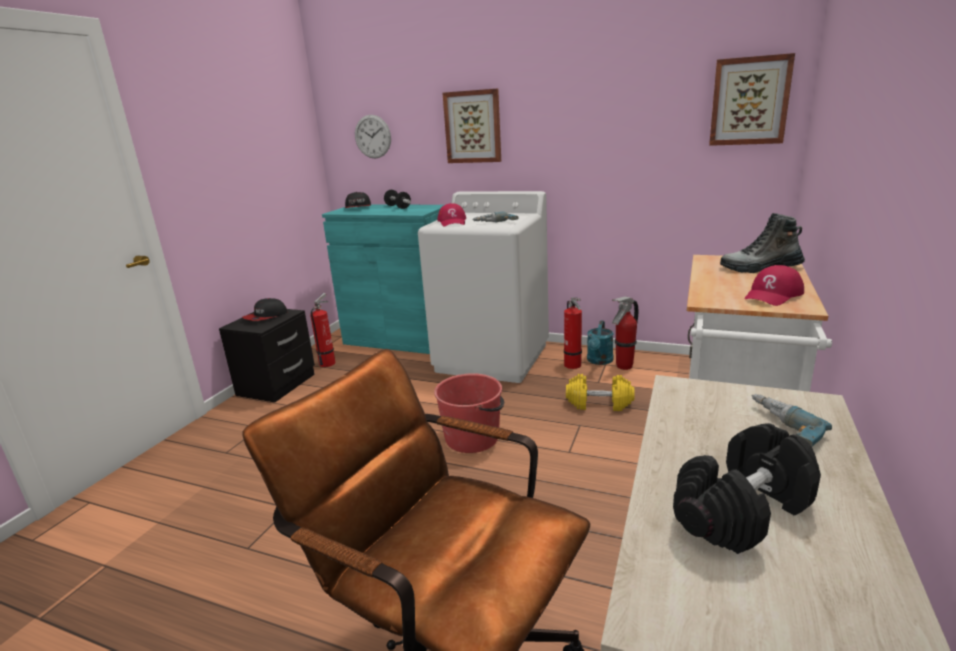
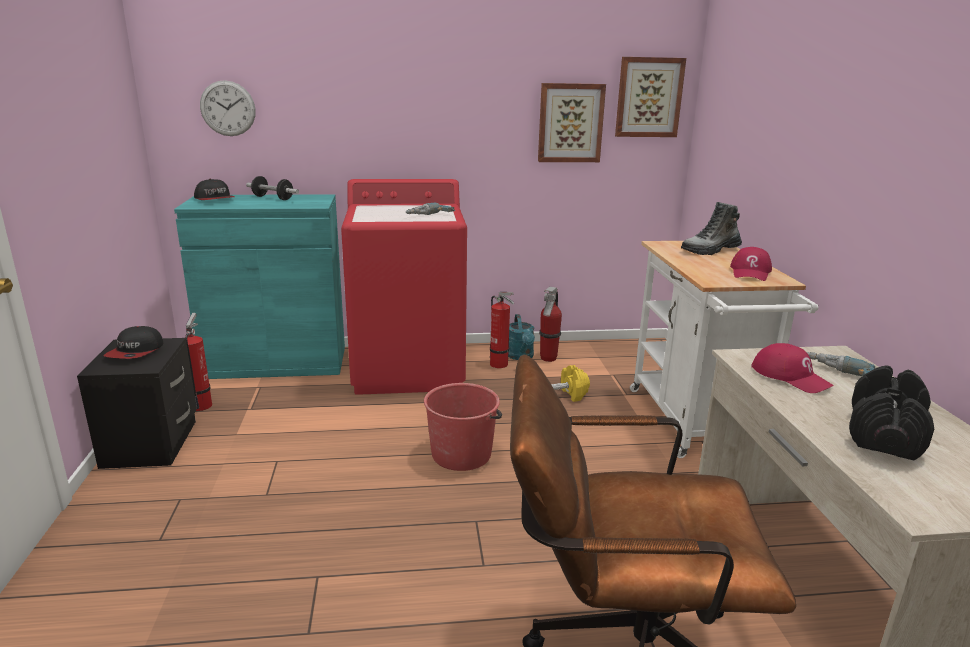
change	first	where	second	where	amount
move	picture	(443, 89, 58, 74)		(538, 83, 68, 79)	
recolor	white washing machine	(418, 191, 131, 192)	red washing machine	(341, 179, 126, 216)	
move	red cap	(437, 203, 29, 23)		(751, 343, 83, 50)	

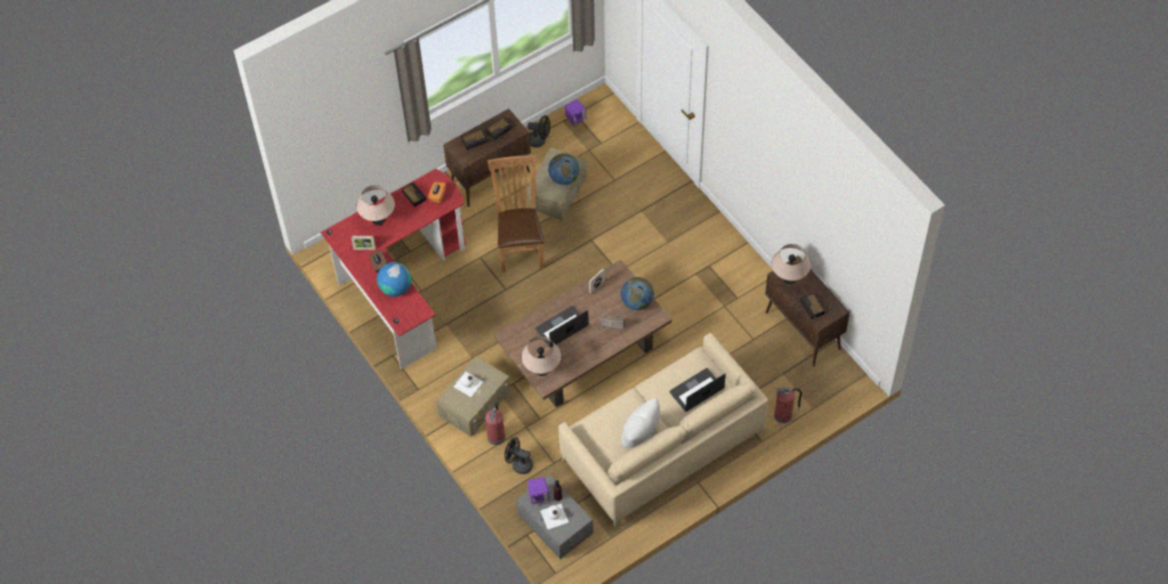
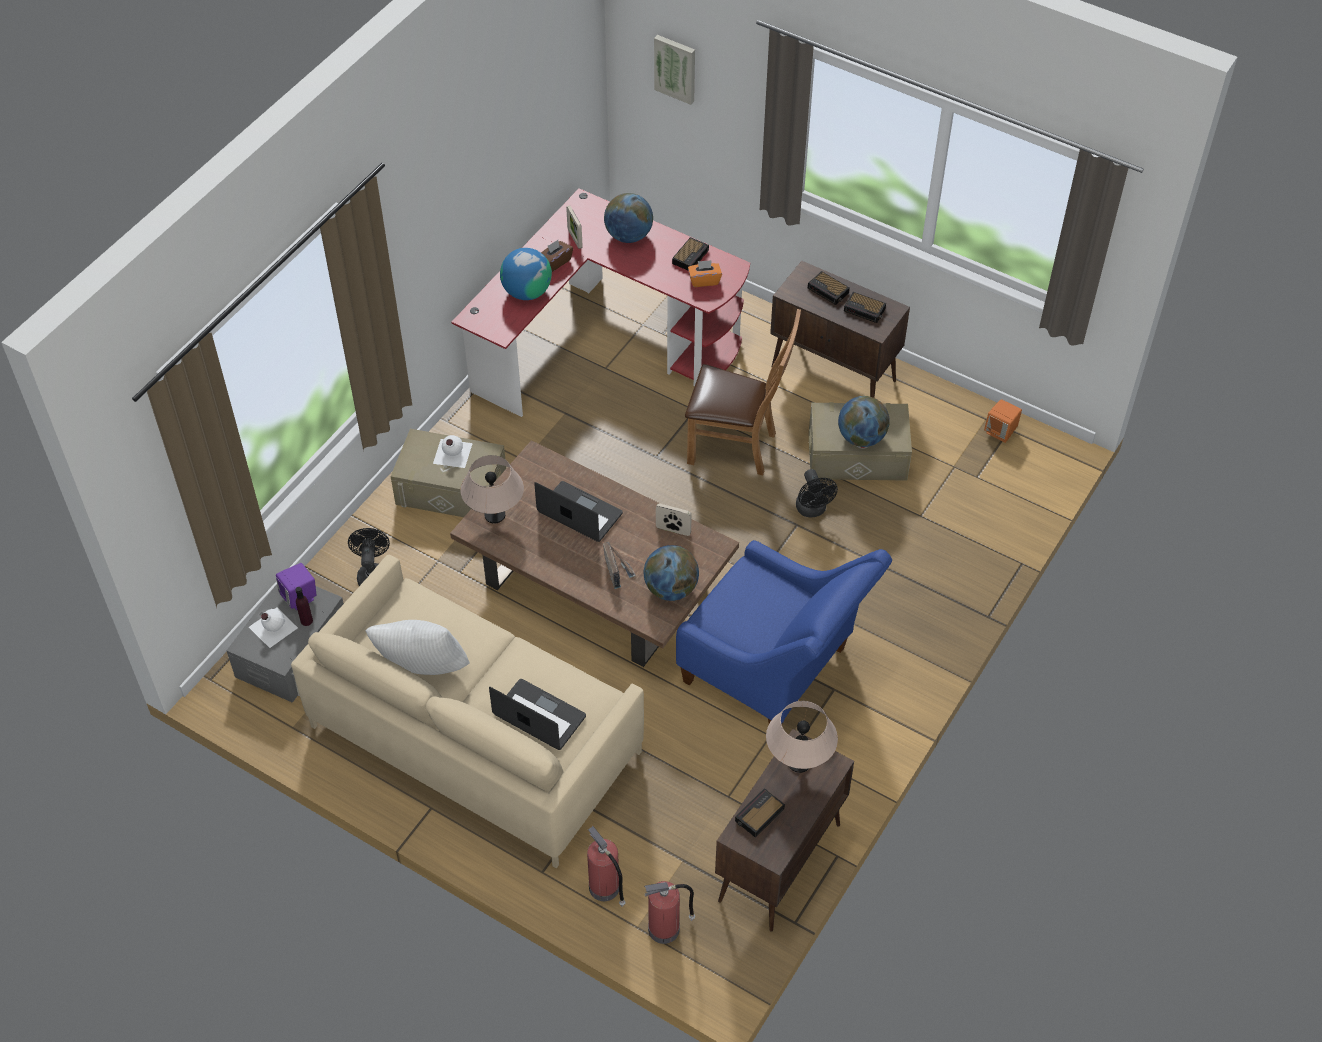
change	first	where	second	where	amount
recolor	purple speaker	(565, 99, 21, 27)	orange speaker	(984, 399, 38, 44)	
move	black fan	(527, 115, 23, 33)		(796, 469, 42, 48)	
rotate	brown chair	(488, 155, 57, 117)		(685, 309, 116, 166)	45 degrees clockwise
replace	beige table lamp	(356, 185, 39, 41)	globe	(604, 193, 49, 50)	
move	fire extinguisher	(485, 403, 20, 42)		(644, 881, 51, 63)	
insert			picture	(654, 35, 41, 70)	
insert			blue armchair	(676, 540, 216, 184)	

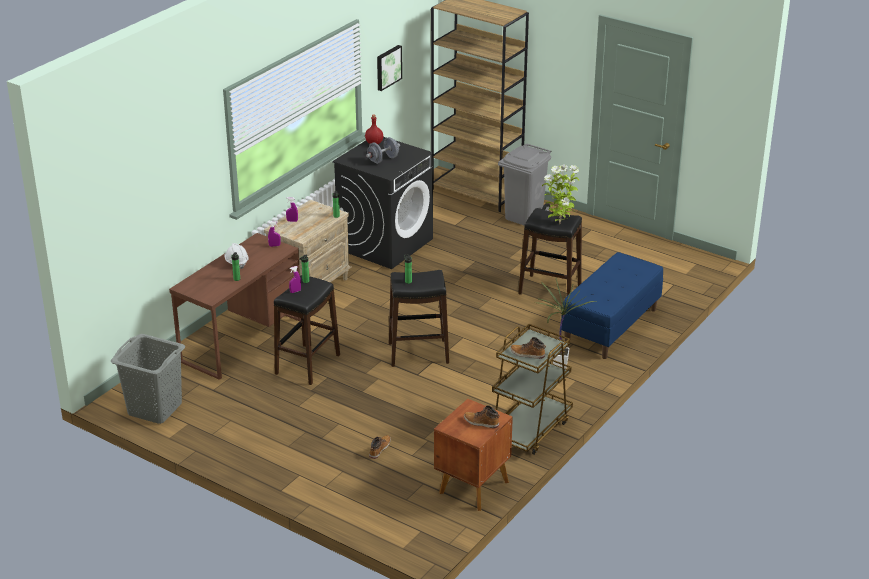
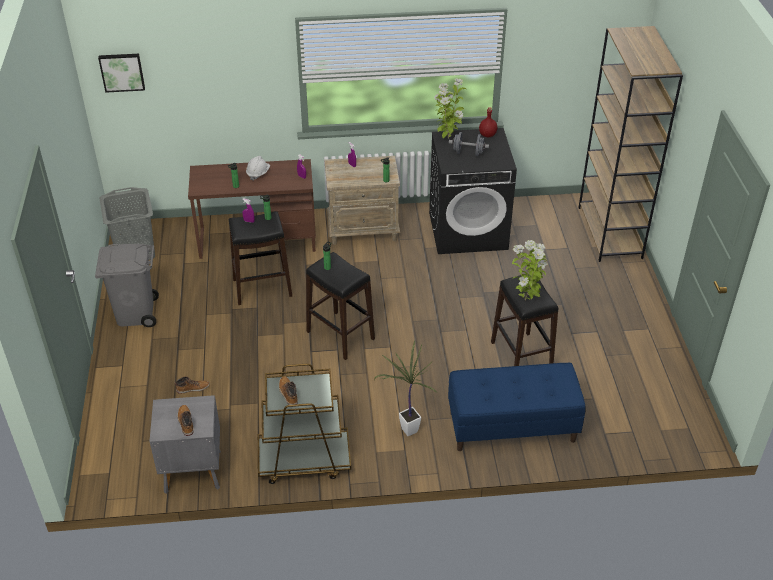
change	first	where	second	where	amount
move	picture	(377, 45, 25, 46)		(98, 54, 47, 39)	
move	grey trash can	(498, 144, 53, 81)		(95, 244, 64, 83)	
recolor	brown nightstand	(434, 399, 79, 112)	grey nightstand	(149, 395, 72, 99)	
insert			potted plant	(434, 78, 32, 61)	

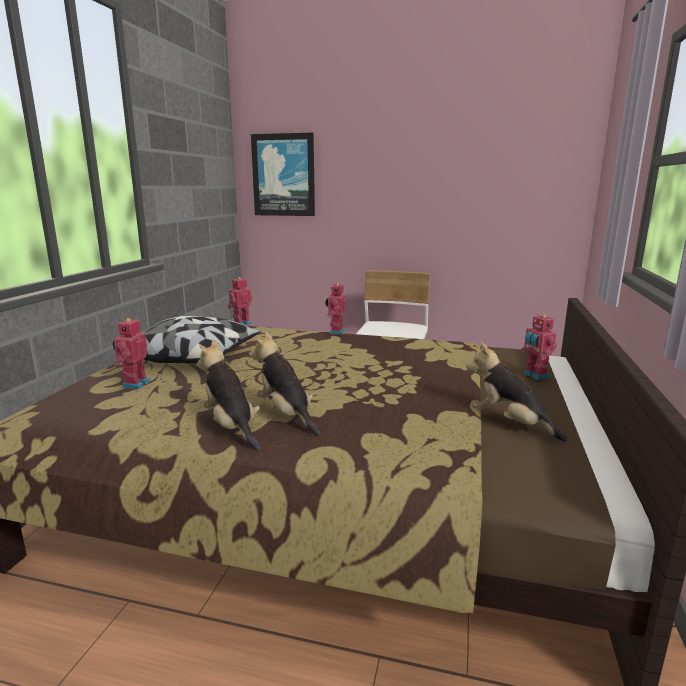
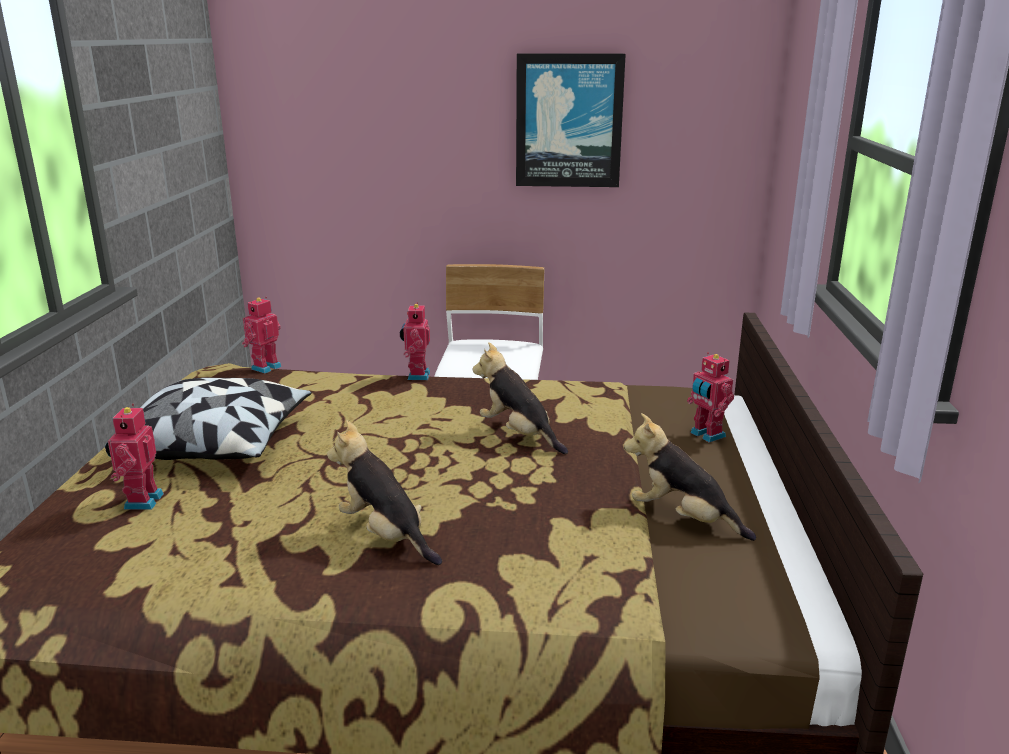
change	first	where	second	where	amount
move	picture	(251, 133, 64, 83)		(516, 53, 110, 134)	
move	plush toy	(197, 339, 64, 111)		(472, 342, 96, 112)	

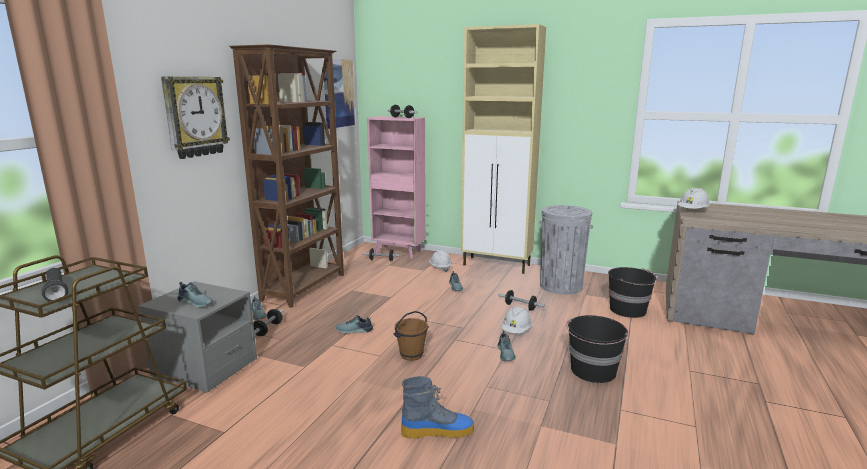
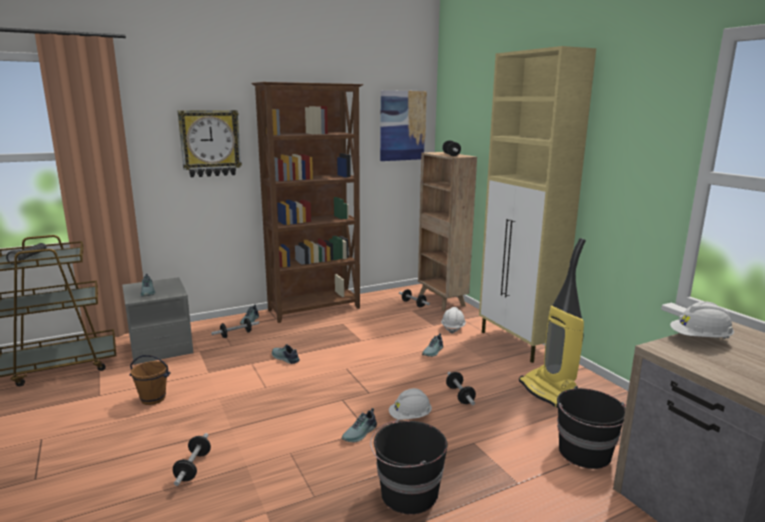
change	first	where	second	where	amount
recolor	pink bookcase	(367, 116, 59, 143)	brown bookcase	(418, 152, 59, 159)	
replace	grey trash can	(539, 205, 54, 90)	vacuum cleaner	(519, 238, 67, 170)	
move	brown bucket	(393, 311, 36, 50)		(129, 355, 41, 50)	
replace	boot	(401, 376, 73, 63)	dumbbell	(173, 433, 38, 53)	

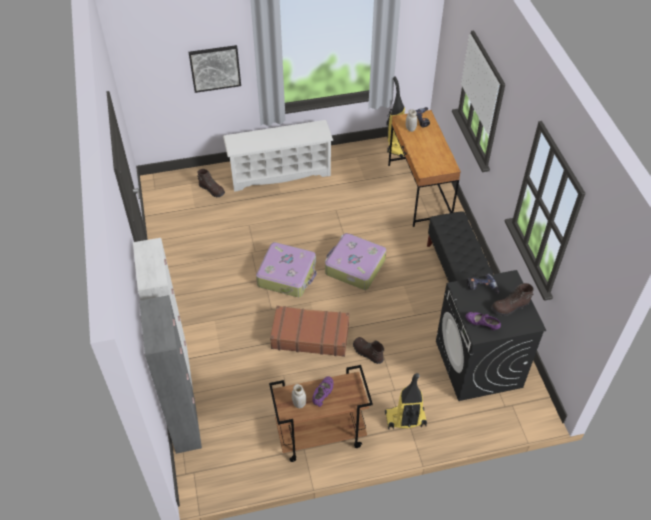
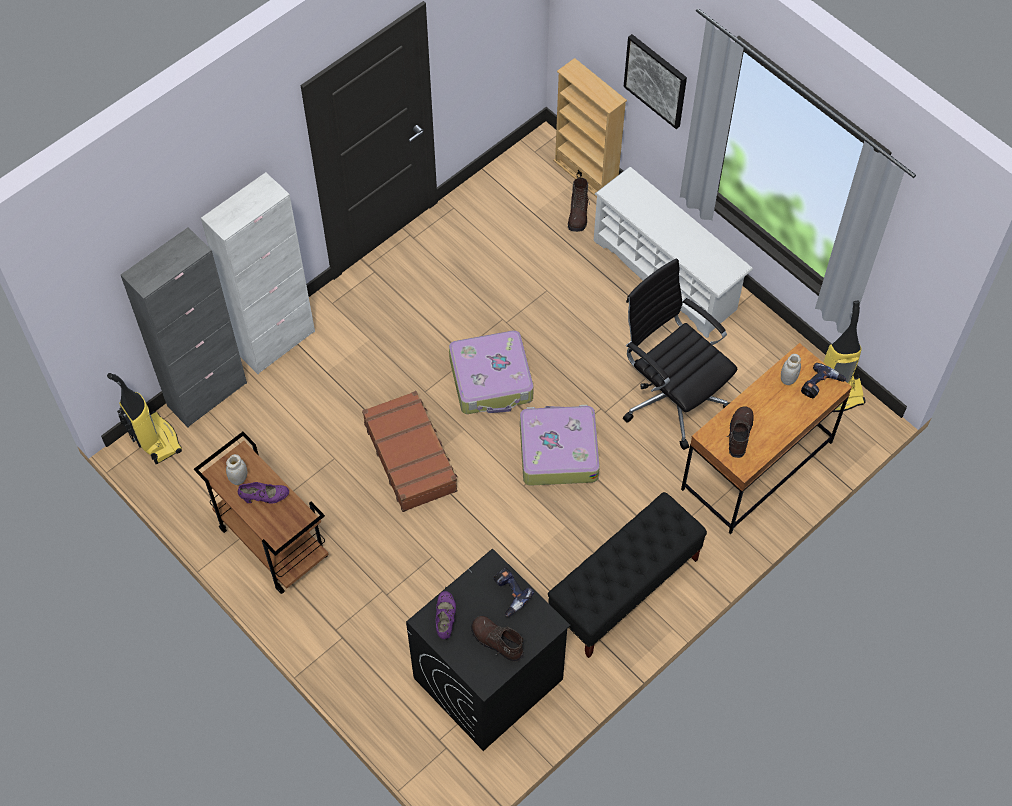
change	first	where	second	where	amount
move	brown boot	(353, 337, 31, 27)		(726, 407, 28, 51)	
move	vacuum cleaner	(385, 373, 42, 56)		(107, 373, 75, 91)	
insert			beige bookcase	(553, 58, 74, 139)	
insert			black office chair	(623, 258, 115, 192)	

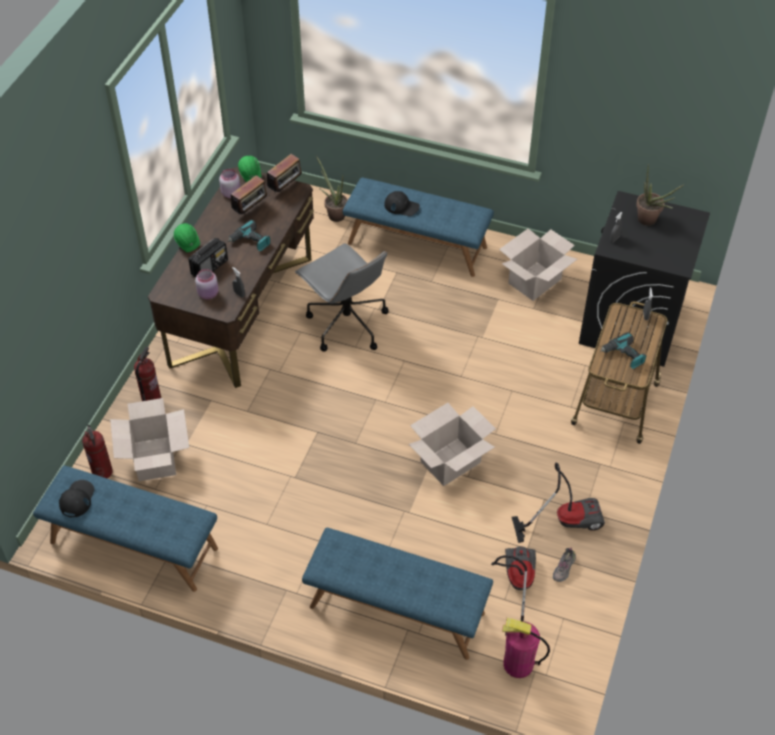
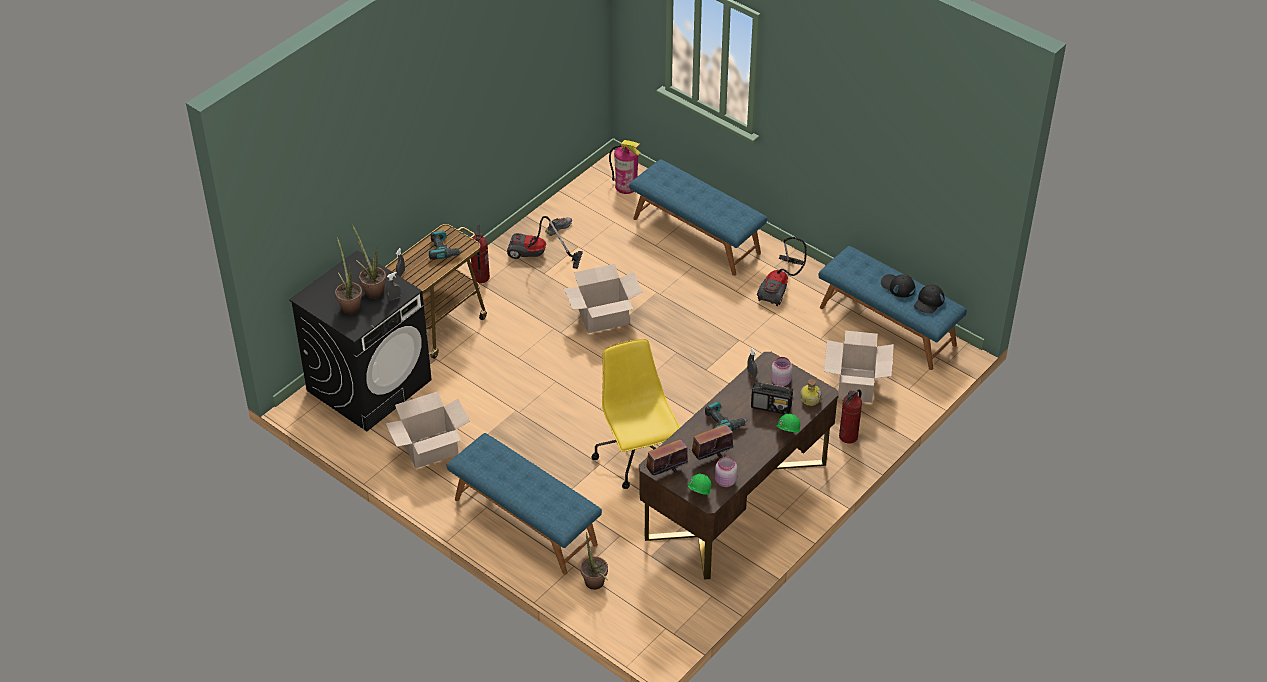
change	first	where	second	where	amount
move	black cap	(384, 191, 36, 25)		(881, 274, 34, 24)	
rotate	radio	(188, 238, 40, 39)		(751, 382, 42, 32)	135 degrees counterclockwise
recolor	grey office chair	(295, 243, 94, 109)	yellow office chair	(591, 339, 89, 150)	
move	fire extinguisher	(82, 425, 31, 53)		(471, 224, 19, 59)	
move	vacuum cleaner	(491, 546, 45, 89)		(757, 237, 50, 69)	
insert			potted plant	(351, 224, 35, 75)	
insert			bottle	(800, 380, 21, 26)	

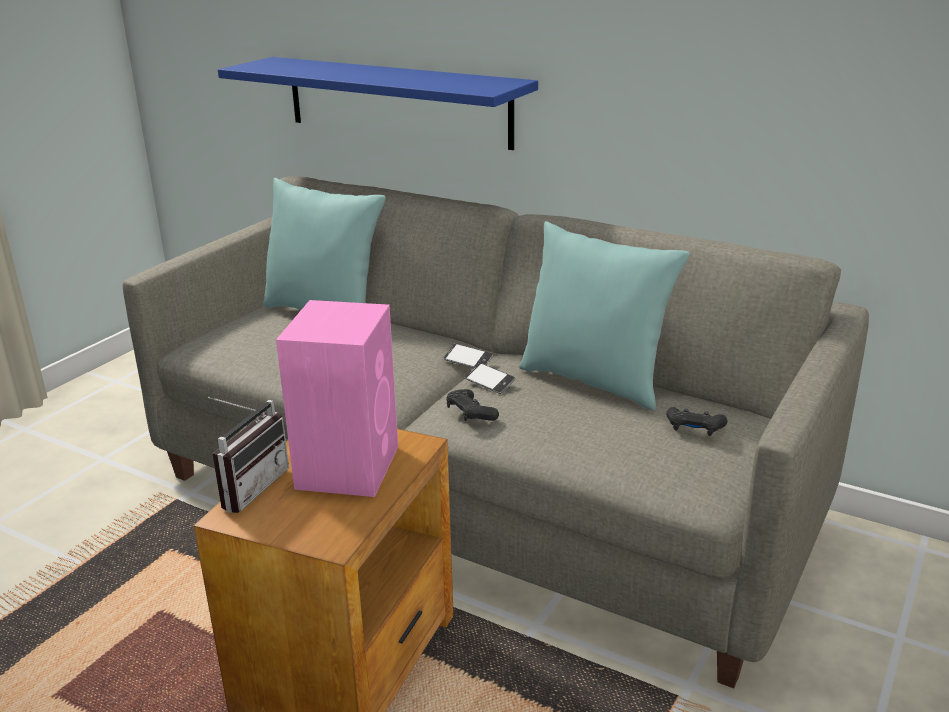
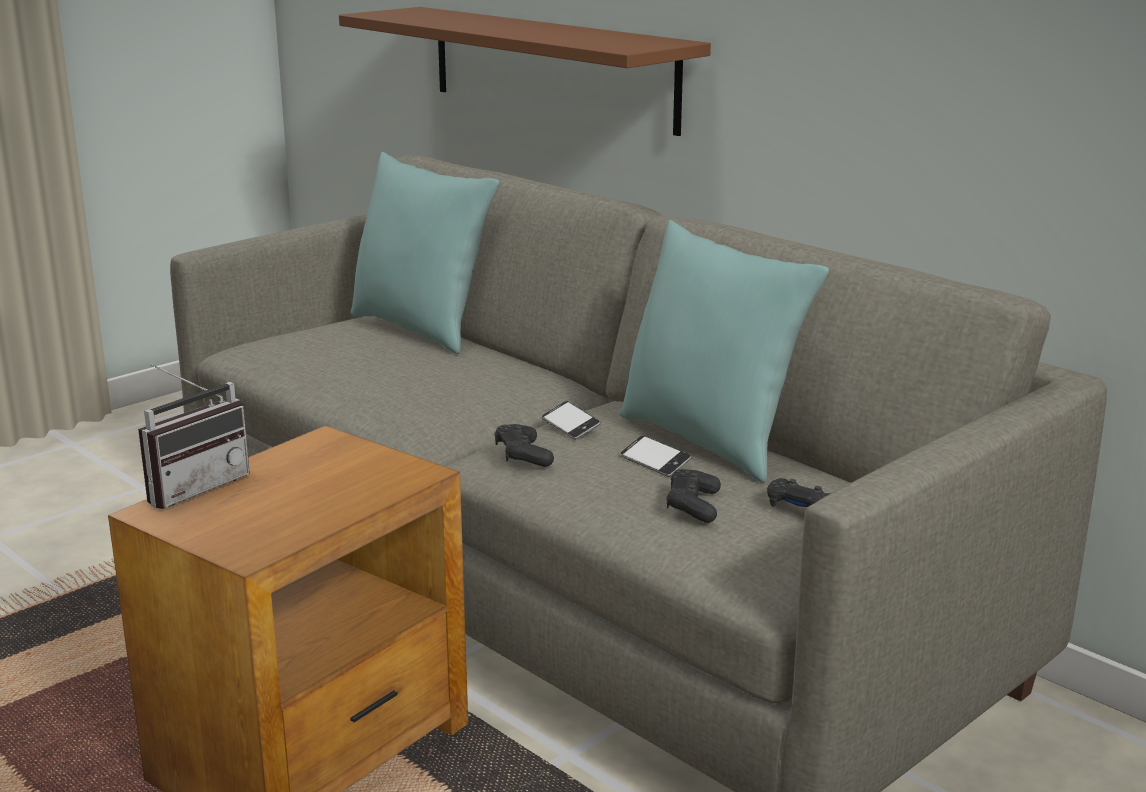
change	first	where	second	where	amount
recolor	blue shelf	(218, 57, 320, 93)	brown shelf	(339, 7, 372, 129)	
delete	pink speaker	(276, 300, 122, 197)			
move	phone	(444, 344, 49, 24)		(620, 435, 72, 42)	
insert			black game controller	(667, 469, 54, 54)	

